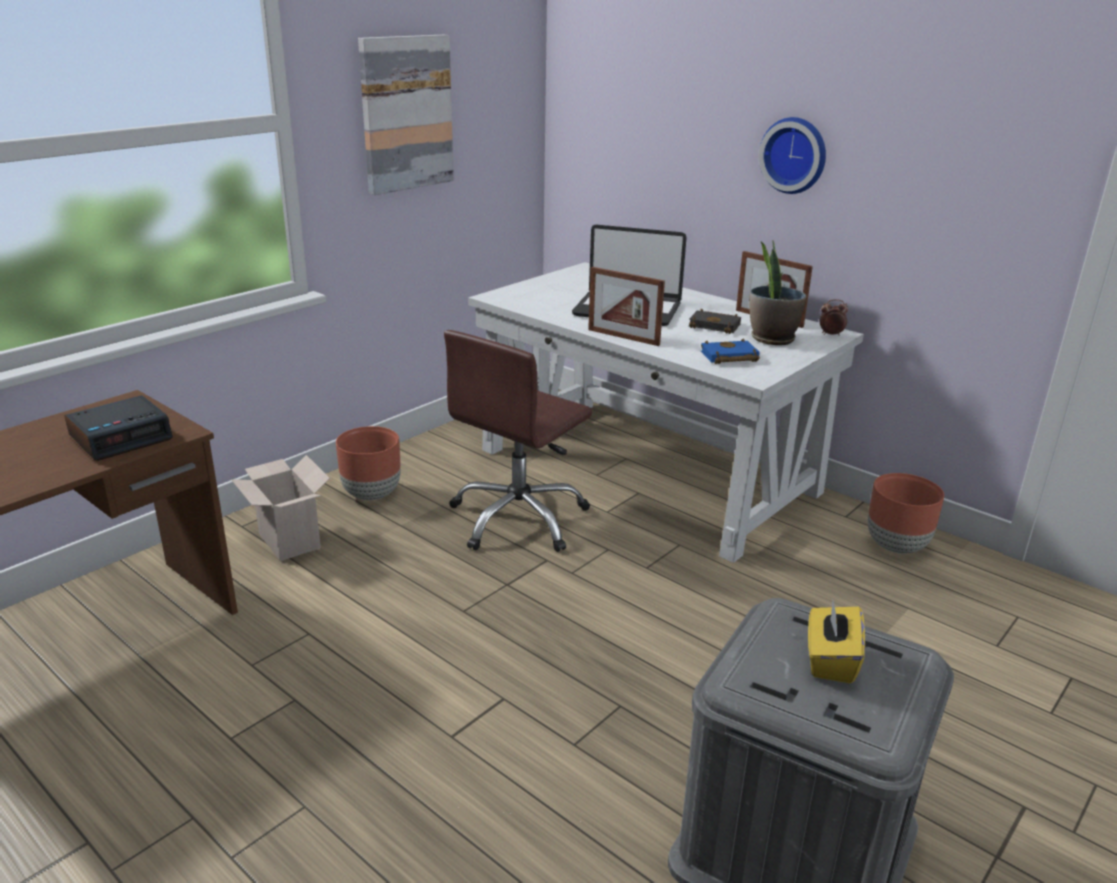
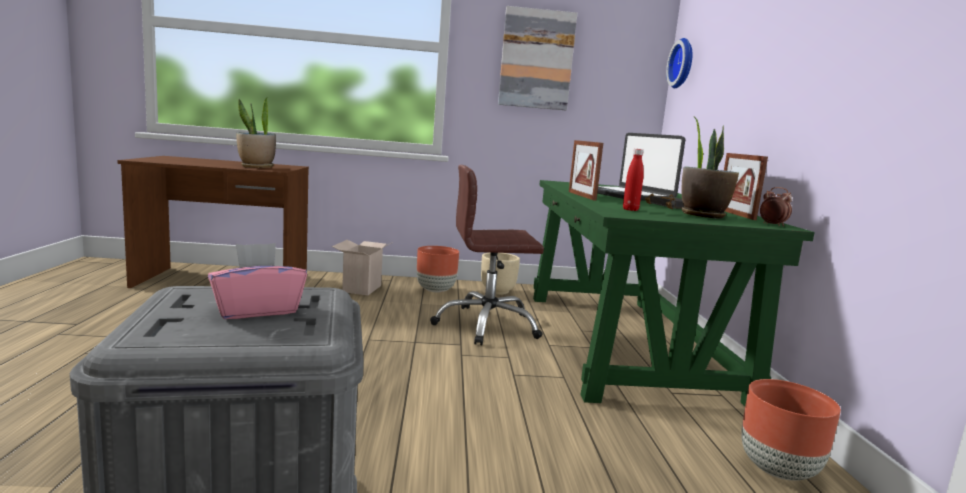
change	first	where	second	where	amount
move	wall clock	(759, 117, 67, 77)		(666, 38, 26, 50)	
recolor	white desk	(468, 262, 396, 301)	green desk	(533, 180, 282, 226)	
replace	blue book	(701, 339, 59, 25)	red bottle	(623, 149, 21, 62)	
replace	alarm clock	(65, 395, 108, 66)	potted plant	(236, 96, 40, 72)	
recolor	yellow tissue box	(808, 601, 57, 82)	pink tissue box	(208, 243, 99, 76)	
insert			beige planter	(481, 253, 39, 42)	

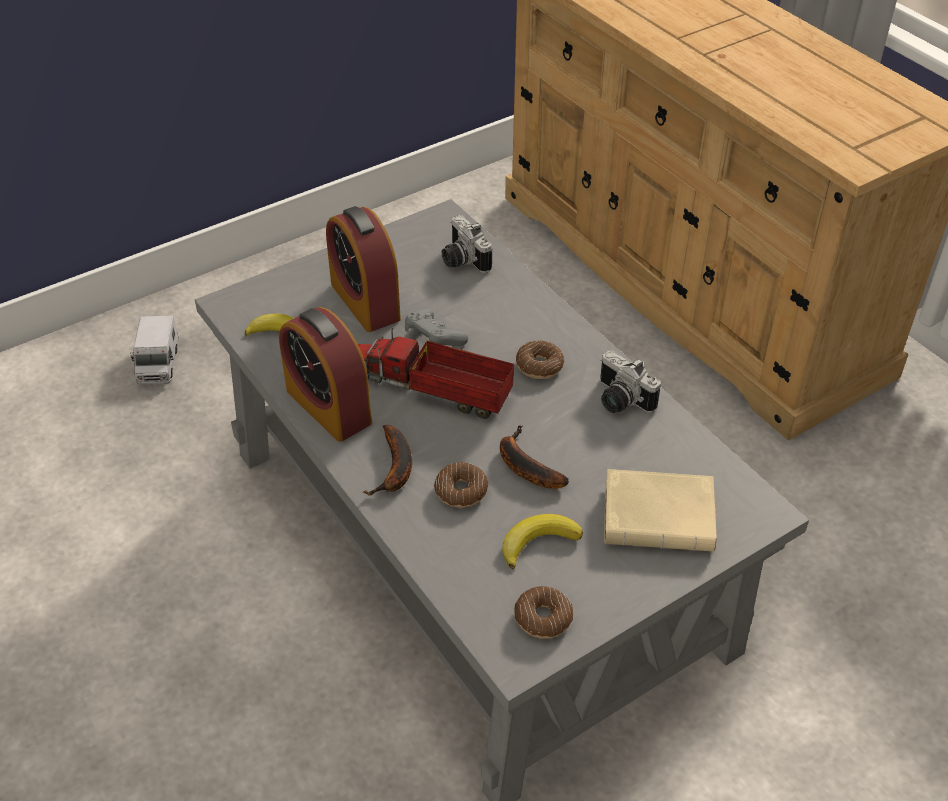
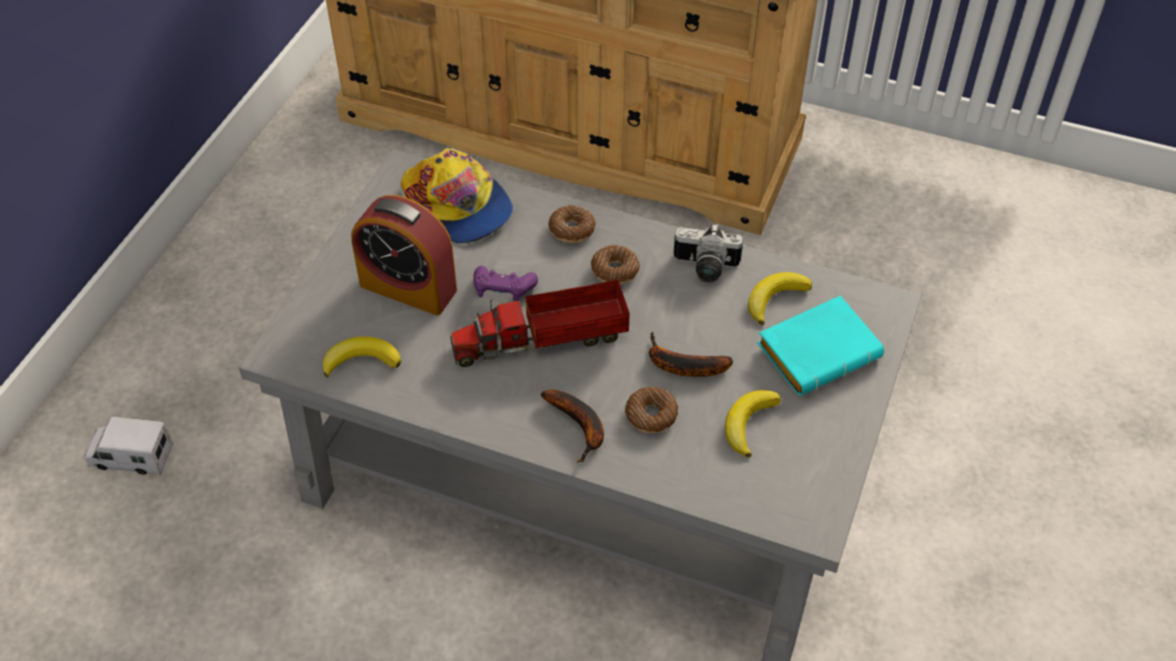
change	first	where	second	where	amount
replace	photo camera	(442, 215, 50, 58)	cap	(401, 148, 112, 96)	
delete	alarm clock	(279, 307, 93, 135)			
recolor	grey game controller	(405, 309, 63, 37)	purple game controller	(473, 266, 65, 35)	
rotate	toy truck	(130, 316, 49, 69)		(85, 416, 88, 59)	135 degrees clockwise
recolor	beige book	(604, 469, 113, 82)	turquoise book	(757, 296, 127, 100)	
move	donut	(514, 586, 59, 53)		(548, 205, 48, 38)	
insert			banana	(748, 272, 64, 53)	

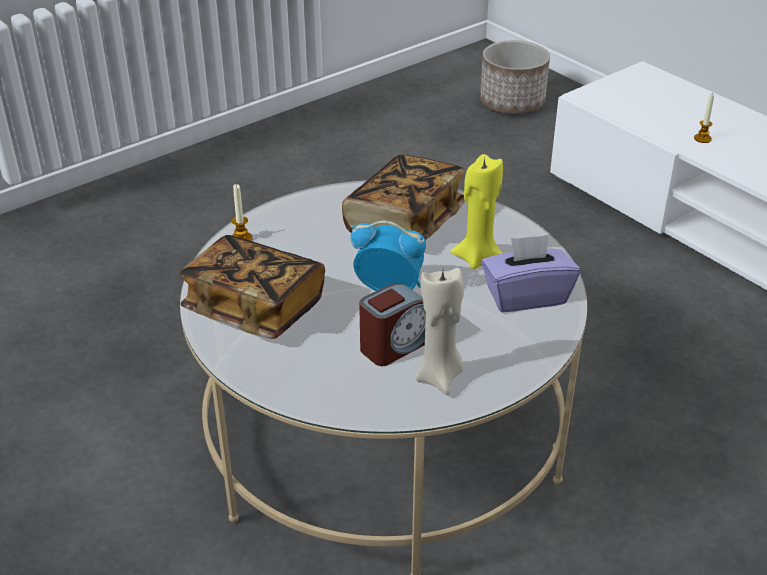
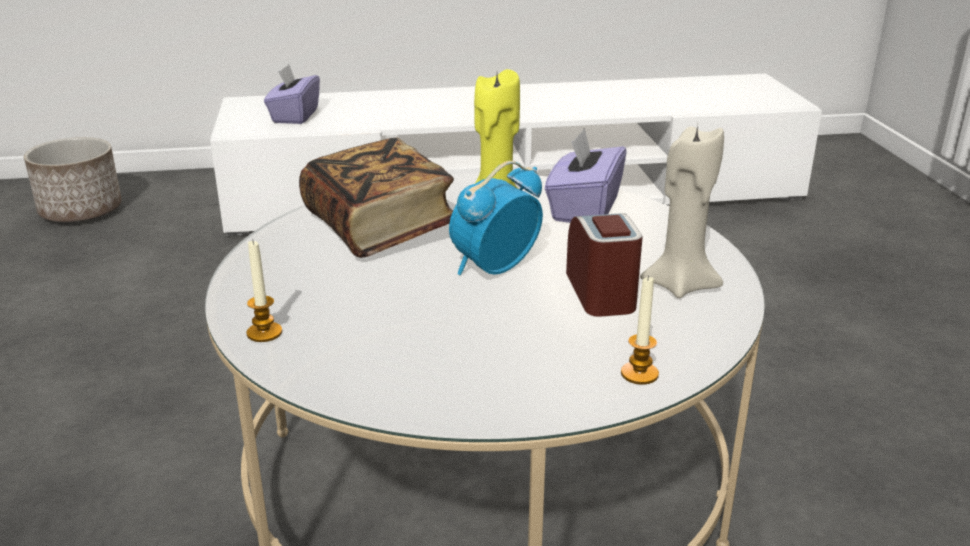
change	first	where	second	where	amount
move	candle	(694, 94, 20, 49)		(621, 275, 38, 110)	
delete	book	(179, 235, 146, 104)			
insert			purple tissue box	(264, 64, 56, 60)	

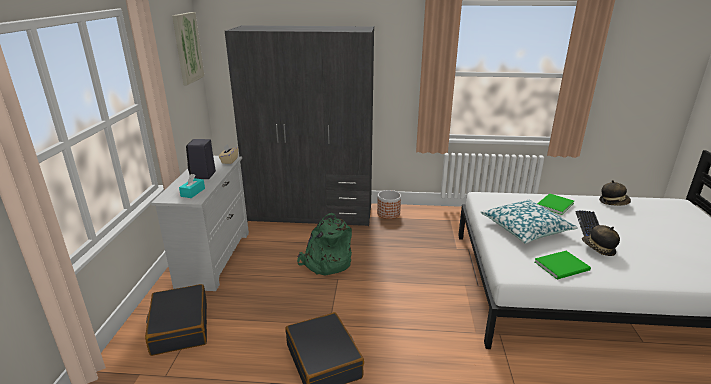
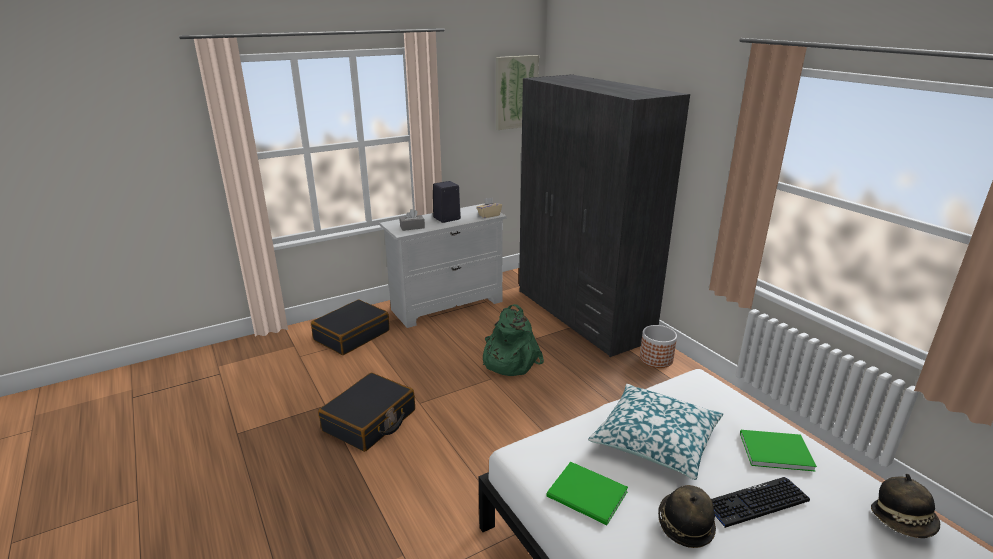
change	first	where	second	where	amount
recolor	turquoise tissue box	(179, 174, 26, 24)	grey tissue box	(399, 209, 26, 22)	

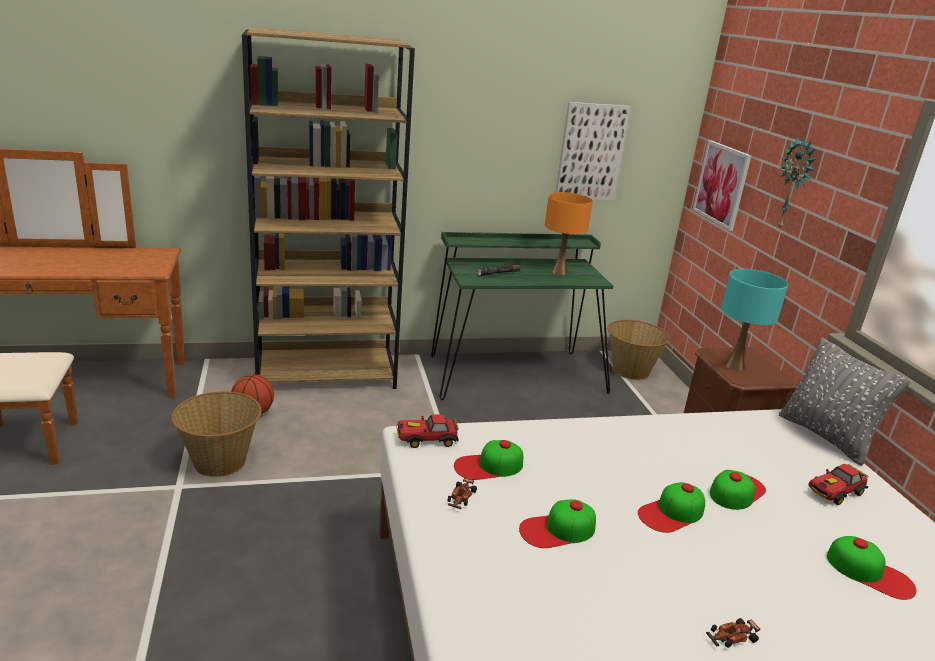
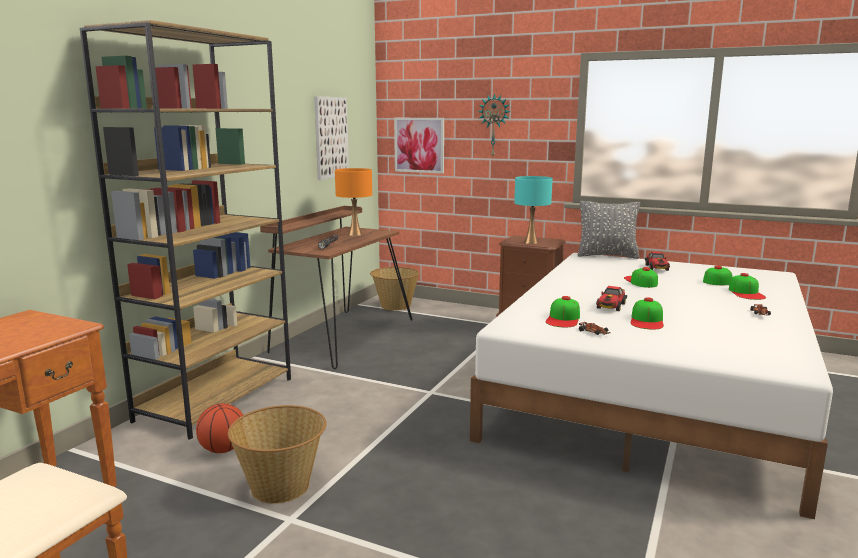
change	first	where	second	where	amount
recolor	green desk	(431, 232, 182, 168)	brown desk	(260, 206, 152, 163)	
move	toy car	(396, 414, 63, 34)		(596, 286, 31, 25)	
move	cap	(638, 482, 67, 51)		(729, 273, 37, 27)	

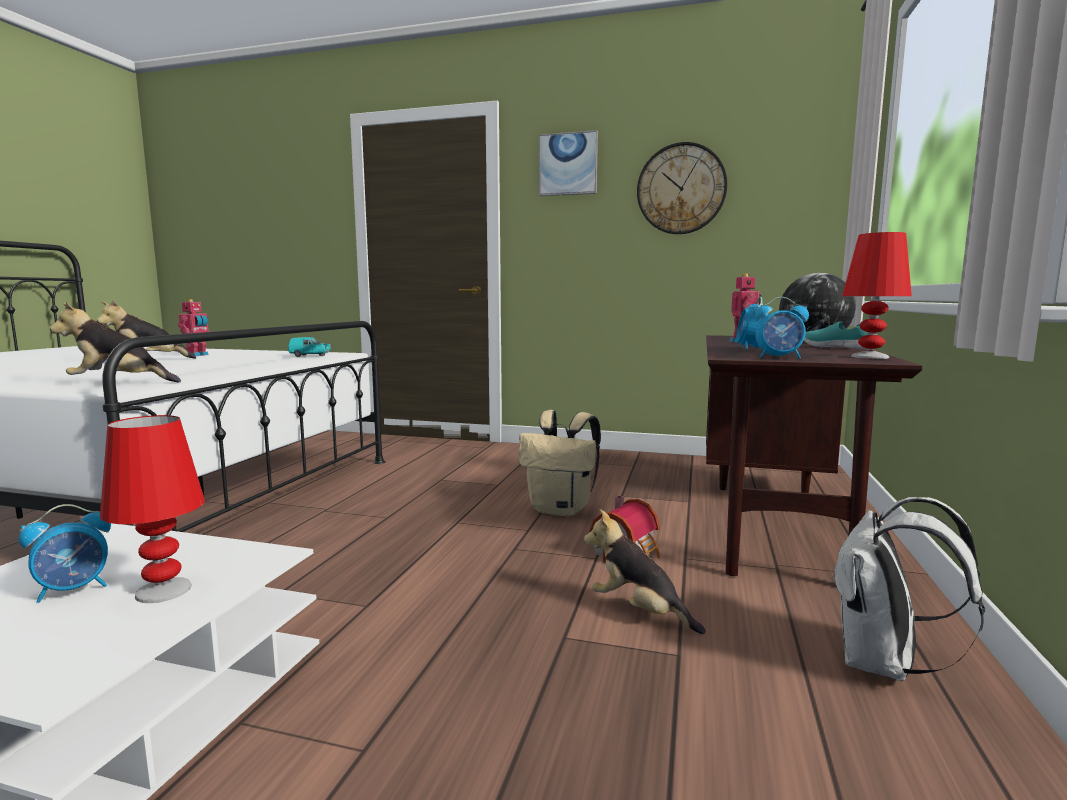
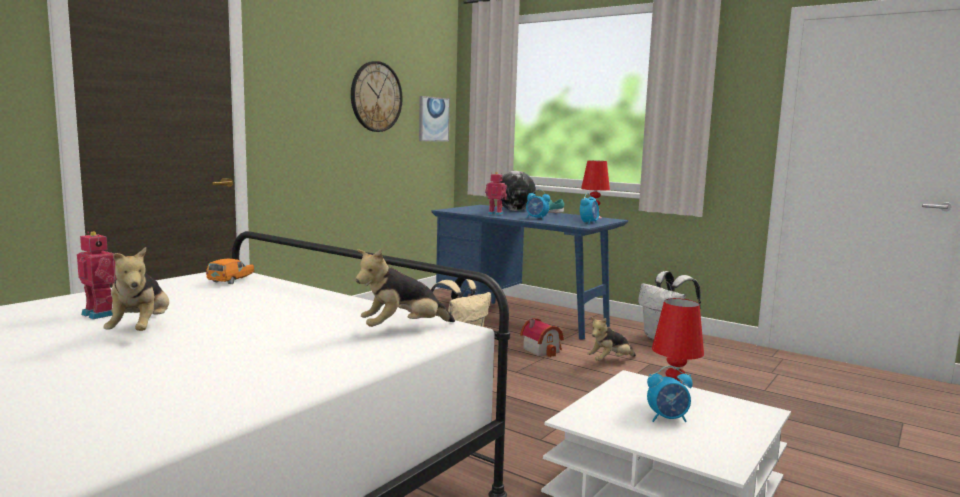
change	first	where	second	where	amount
move	picture	(539, 130, 59, 66)		(419, 96, 31, 46)	
rotate	plush toy	(50, 301, 131, 82)		(355, 249, 100, 78)	45 degrees clockwise
recolor	brown desk	(706, 335, 216, 241)	blue desk	(431, 205, 197, 135)	
recolor	turquoise toy car	(288, 337, 43, 20)	orange toy car	(206, 259, 49, 25)	
rotate	alarm clock	(19, 504, 92, 99)		(647, 366, 46, 56)	105 degrees clockwise

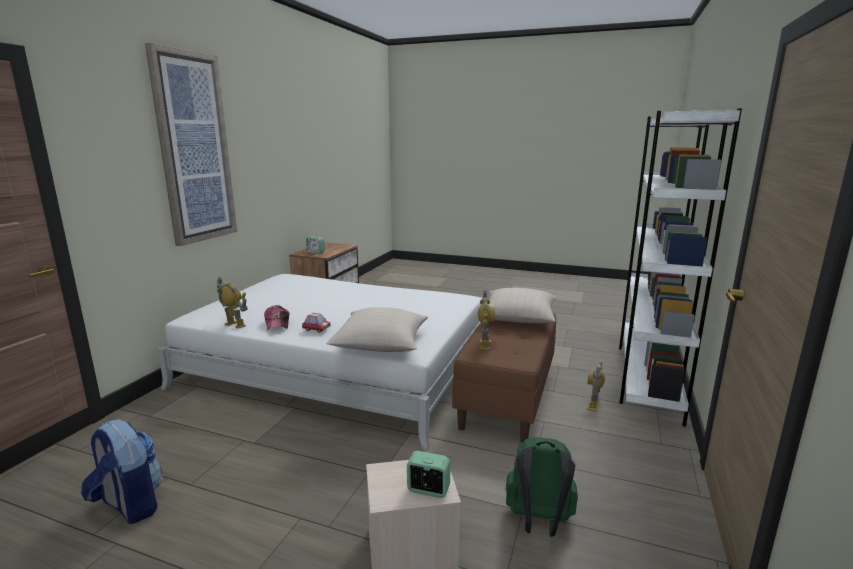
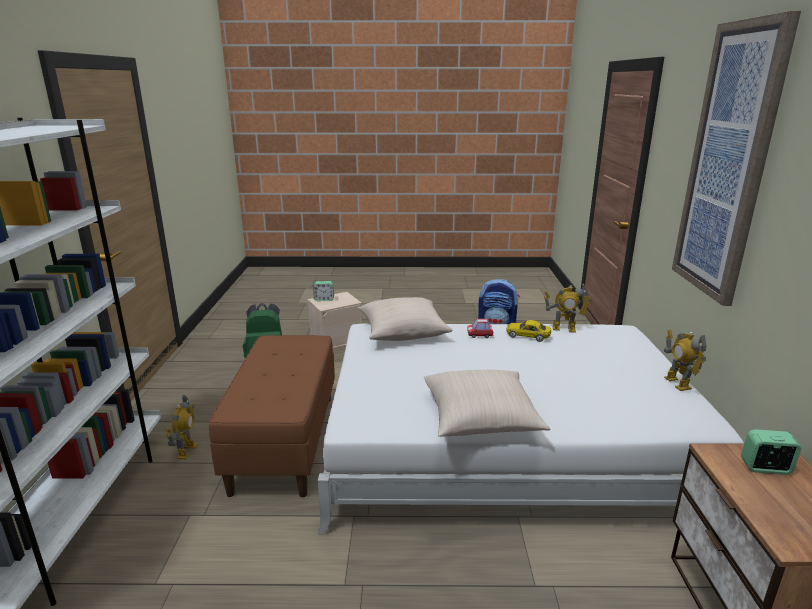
change	first	where	second	where	amount
move	beige pillow	(488, 288, 68, 35)		(424, 370, 126, 67)	
move	toy robot	(478, 291, 17, 59)		(664, 329, 42, 62)	
replace	cap	(264, 305, 25, 25)	yellow toy car	(506, 320, 45, 22)	

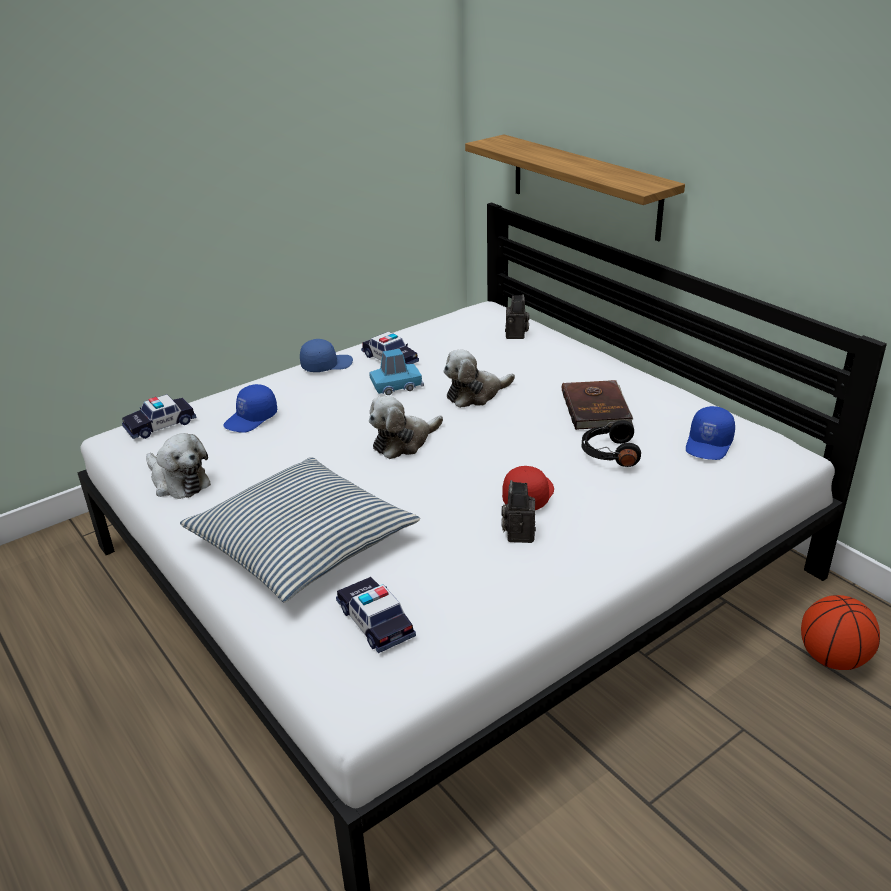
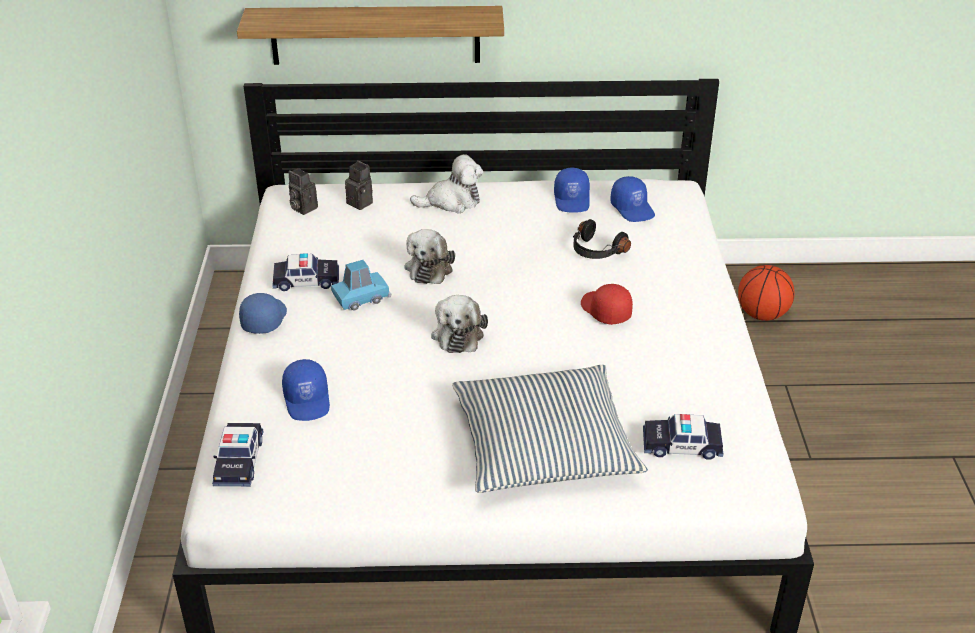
change	first	where	second	where	amount
rotate	blue toy car	(369, 349, 55, 46)		(331, 260, 60, 51)	45 degrees clockwise
delete	brown book	(562, 380, 72, 50)			
move	plush toy	(146, 433, 65, 66)		(410, 154, 73, 59)	
move	photo camera	(501, 480, 35, 63)		(289, 168, 29, 47)	
insert			blue cap	(554, 168, 36, 45)	

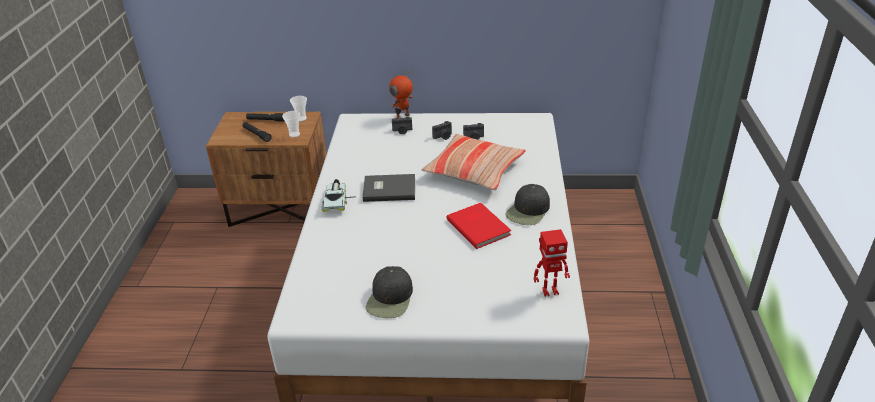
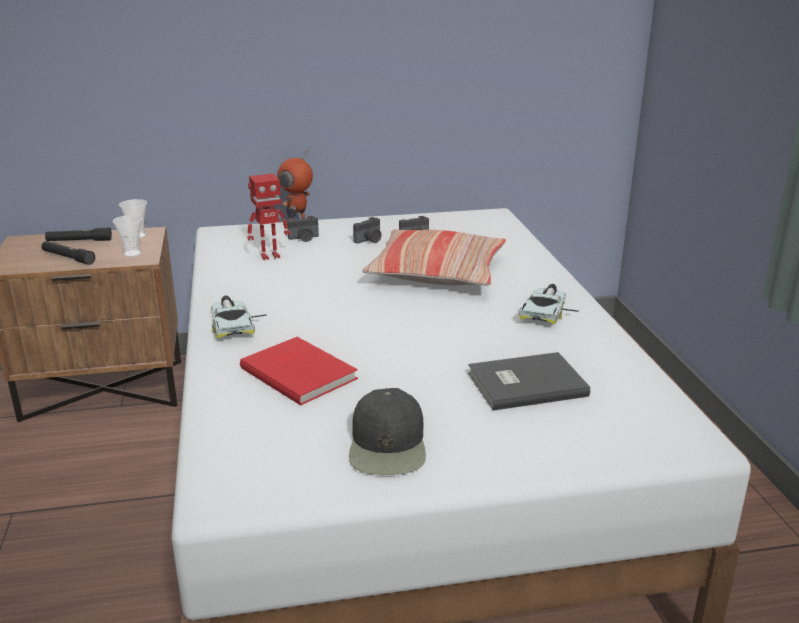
change	first	where	second	where	amount
move	grey book	(362, 174, 53, 28)		(468, 352, 122, 59)	
replace	black cap	(505, 184, 45, 41)	toy car	(519, 284, 60, 40)	
move	red book	(446, 203, 65, 46)		(240, 337, 118, 69)	
move	toy robot	(533, 229, 37, 68)		(247, 174, 44, 86)	

